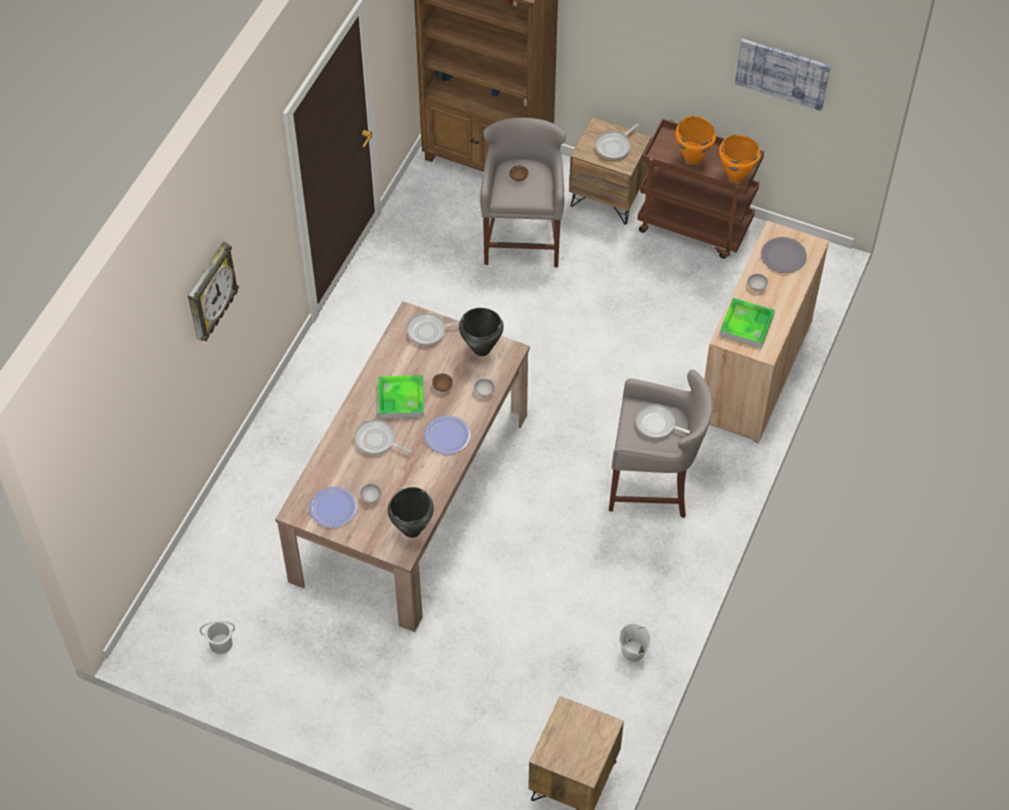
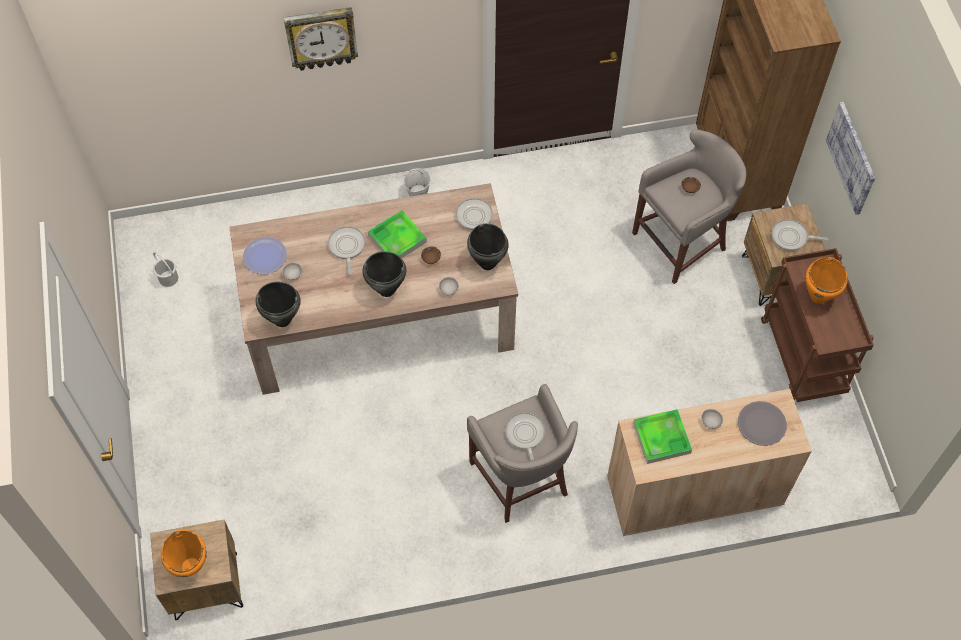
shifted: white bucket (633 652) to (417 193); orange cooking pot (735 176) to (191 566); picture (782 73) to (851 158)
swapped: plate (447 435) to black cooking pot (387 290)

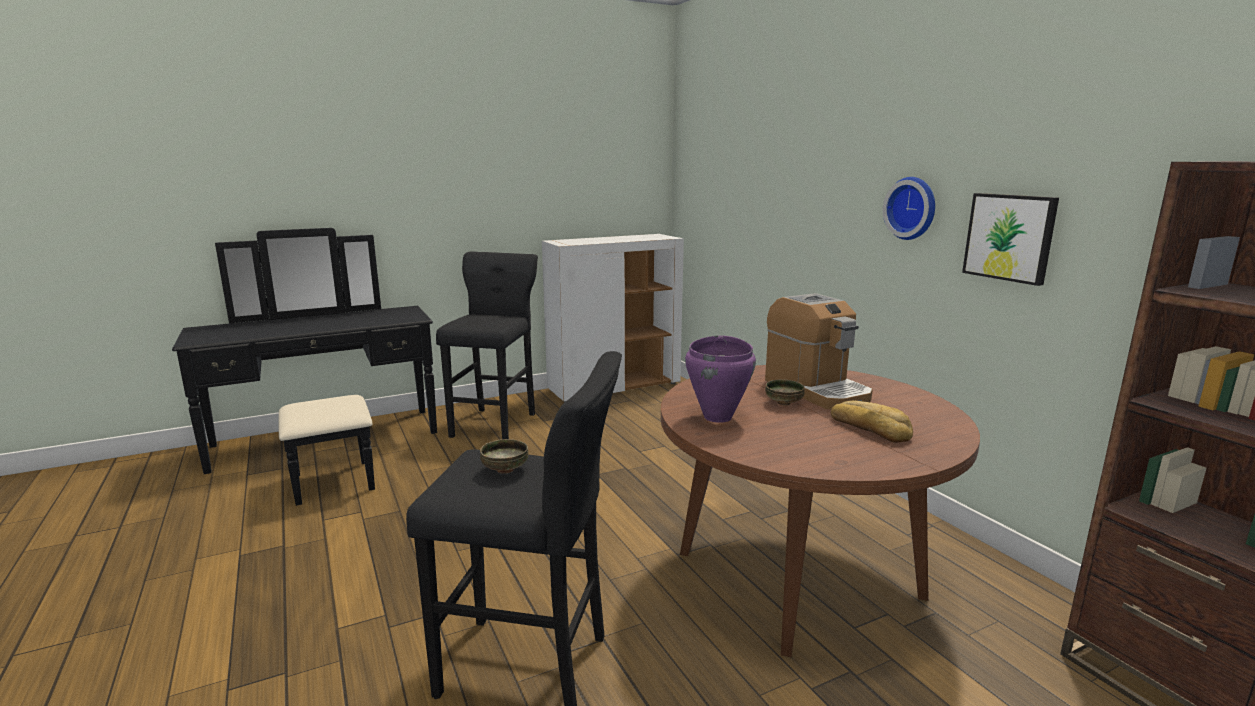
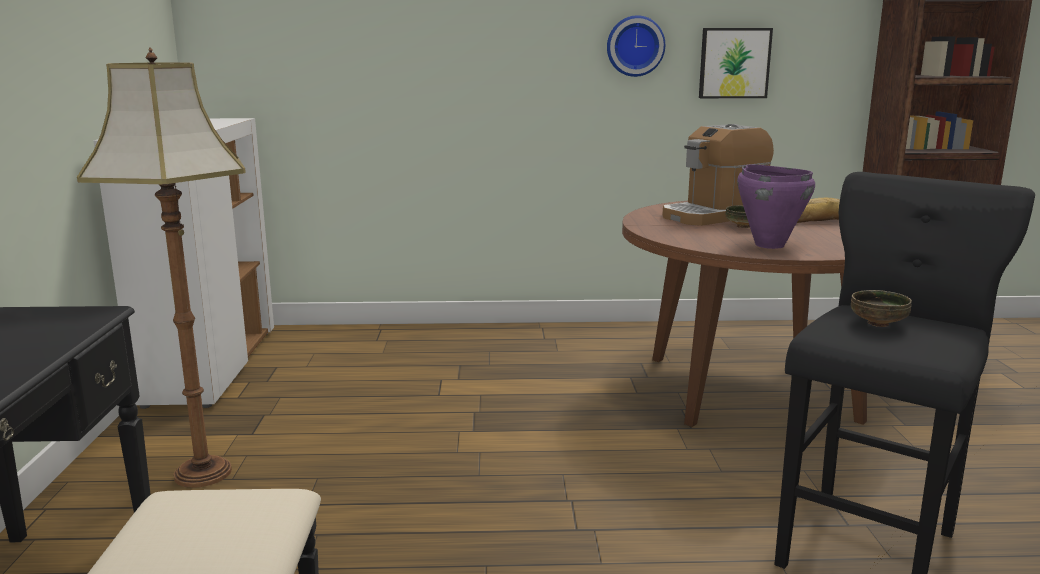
swapped: black stool (495 423) to floor lamp (201 472)
rotated: coffee machine (816 390) = (713 215) 150 degrees clockwise

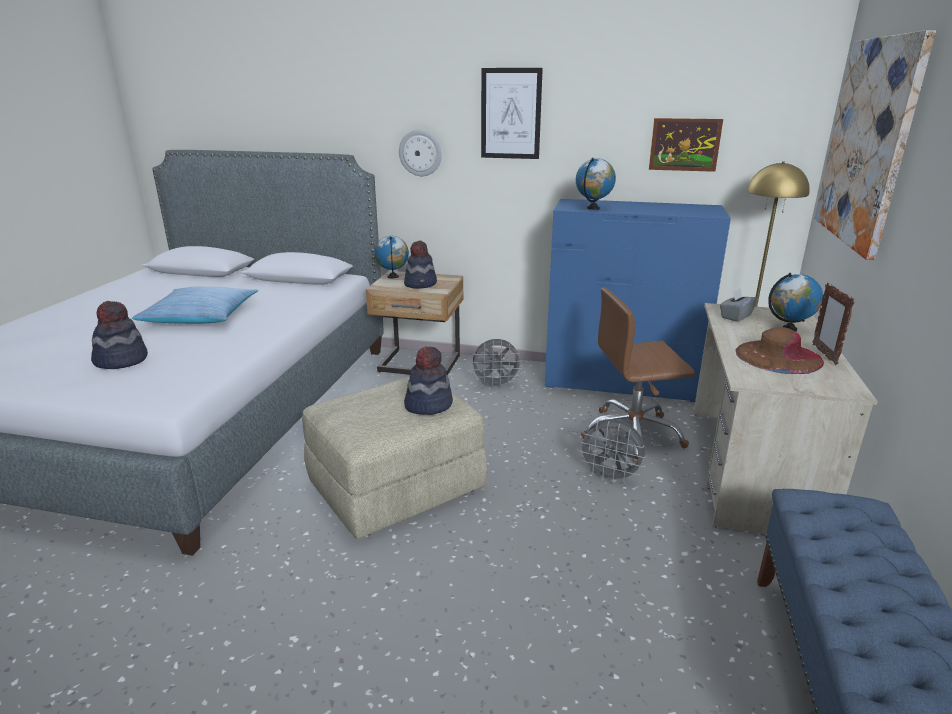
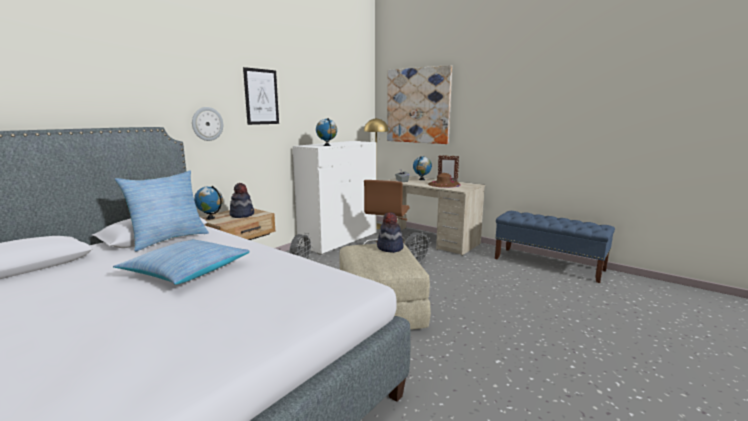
gone: hat (121 360); picture (684 144)
new: pillow (168 239)
repainted: blue dresser (620 382) to white dresser (339 240)

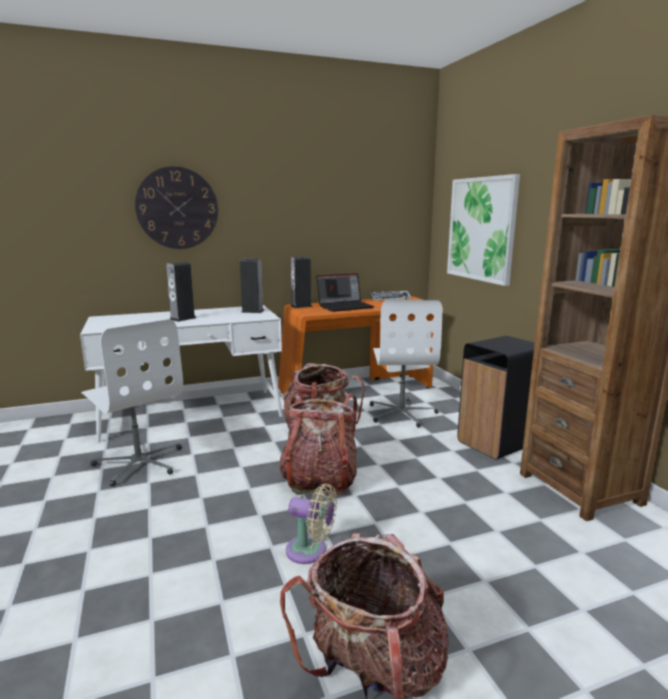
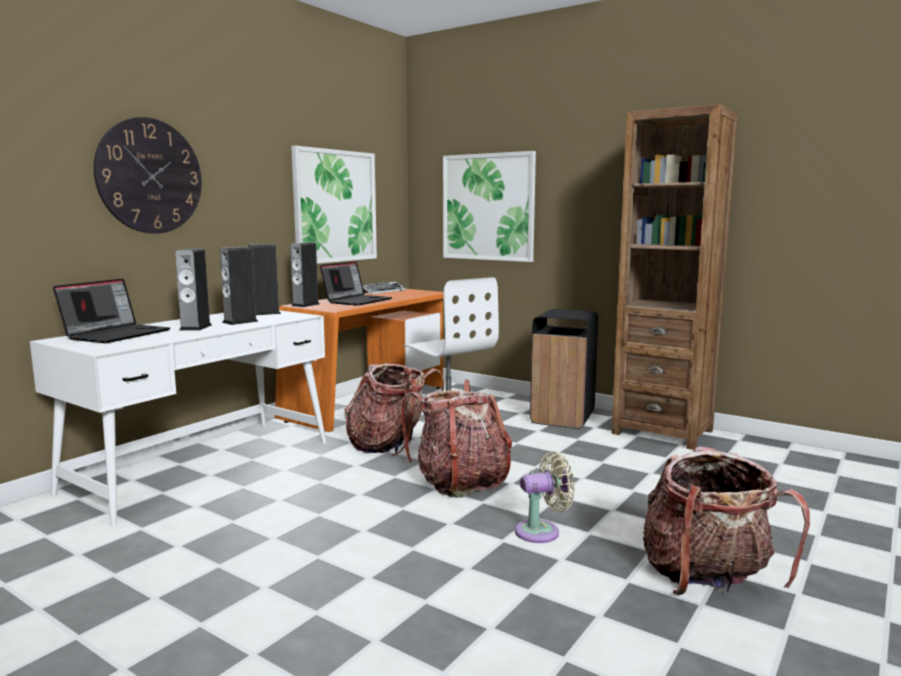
gone: white office chair (139 462)
new: laptop (117 334); speaker (240 322); picture (335 206)

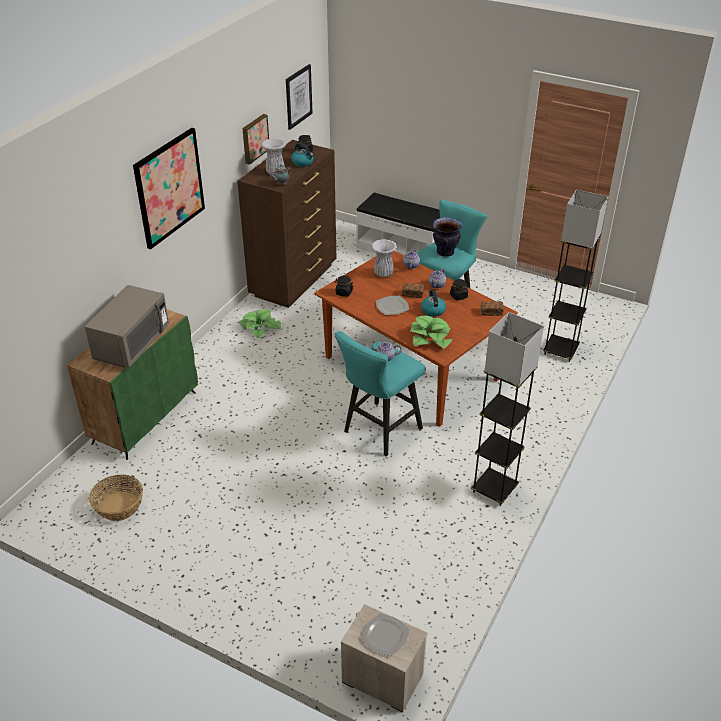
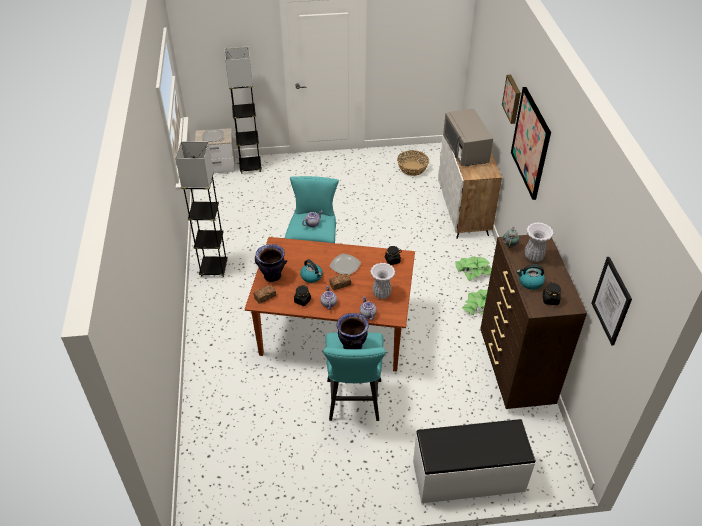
new: vase (272 276)
shifted: picture (254 138) to (513 99); potted plant (430 338) to (473 270); grey floor lamp (560 350) to (250 167)
repainted: green cabinet (145 417) to white cabinet (463 211)

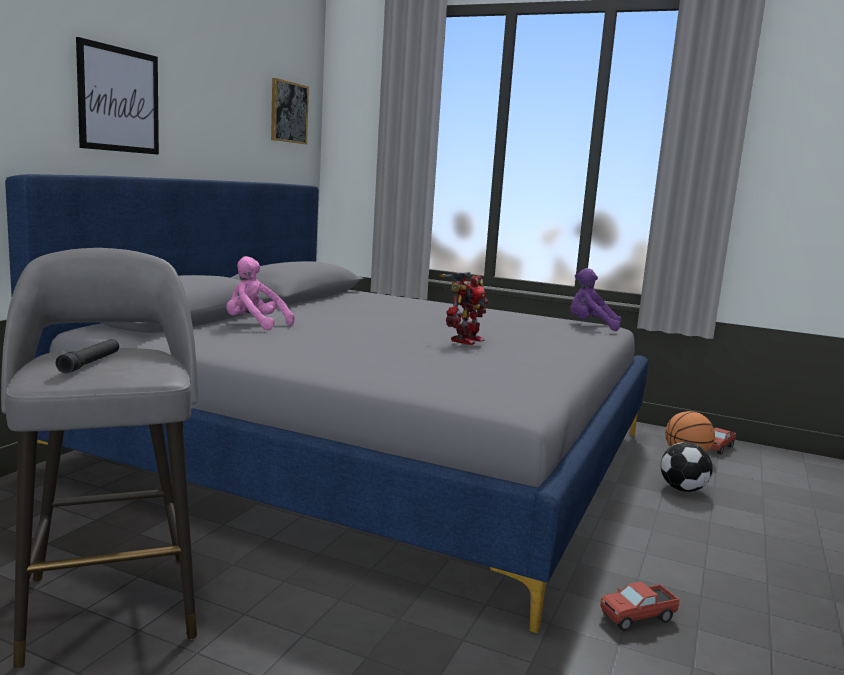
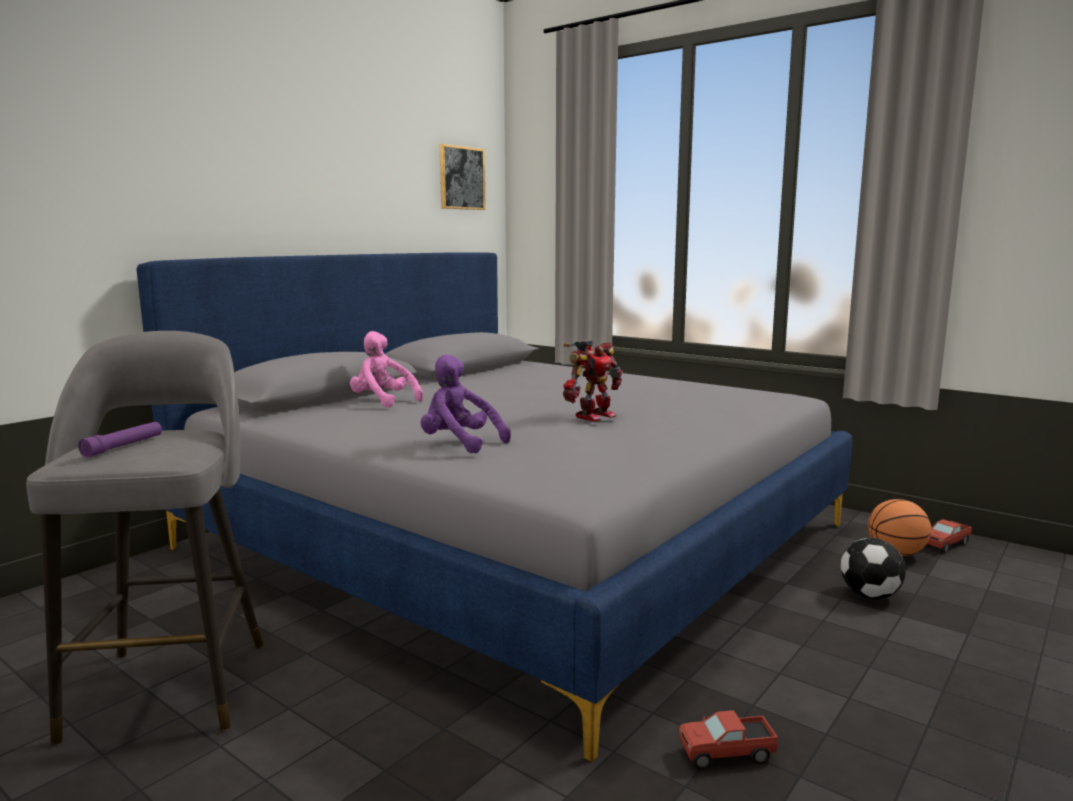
gone: picture (119 100)
shifted: purple plush toy (591 326) to (459 444)
repainted: black flashlight (90 363) to purple flashlight (124 446)

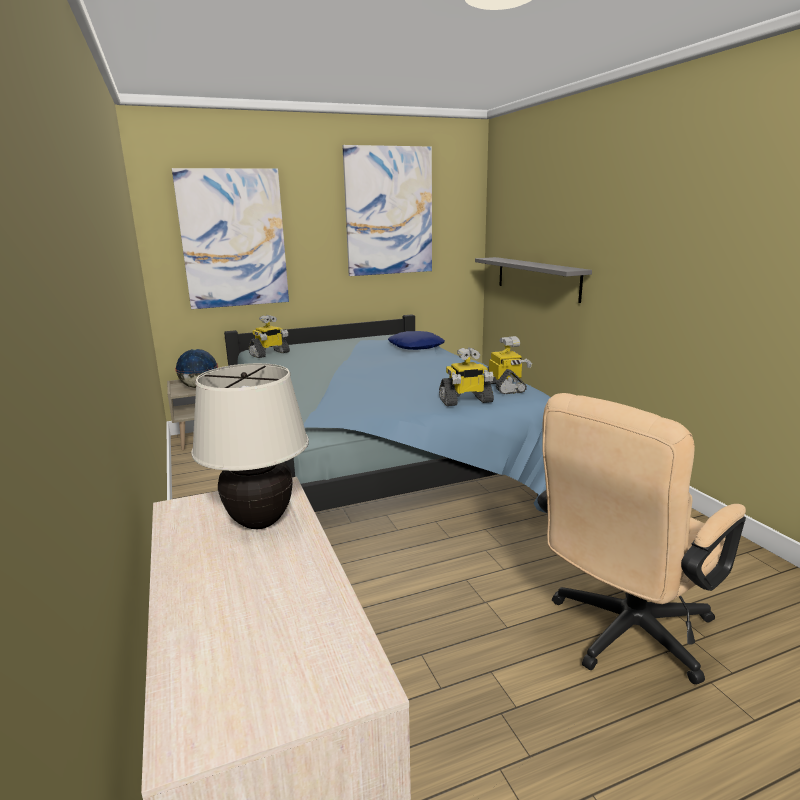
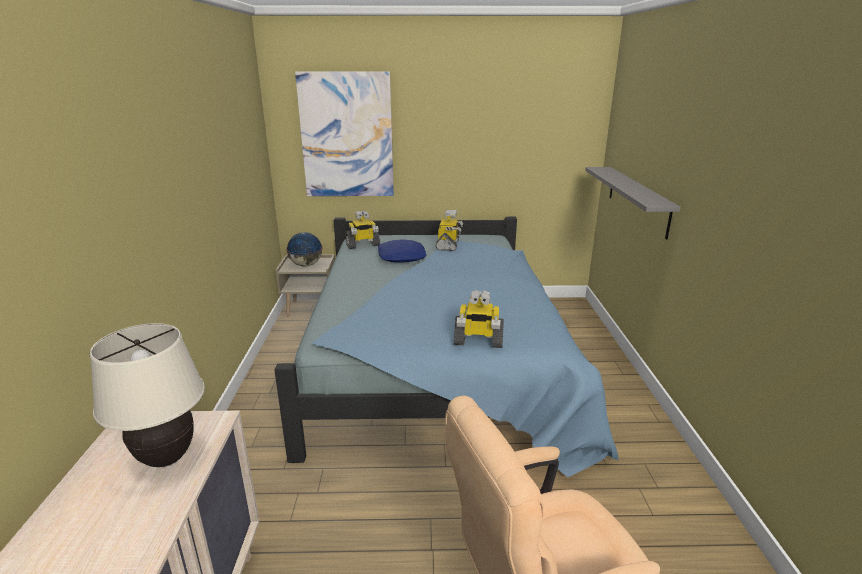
gone: picture (389 211)
shifted: blue pillow (416 346) to (402 257); toy robot (505 387) to (448 245)

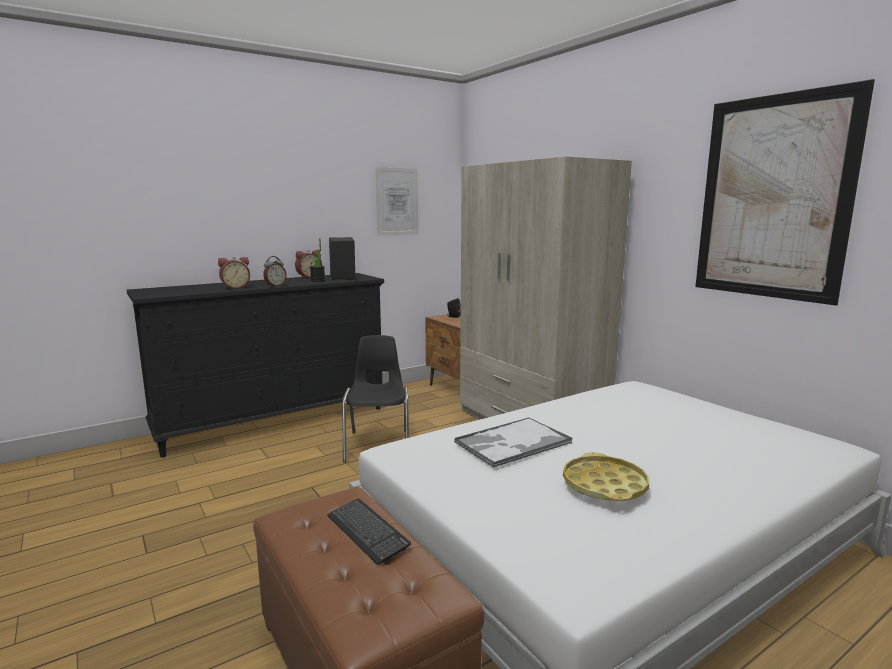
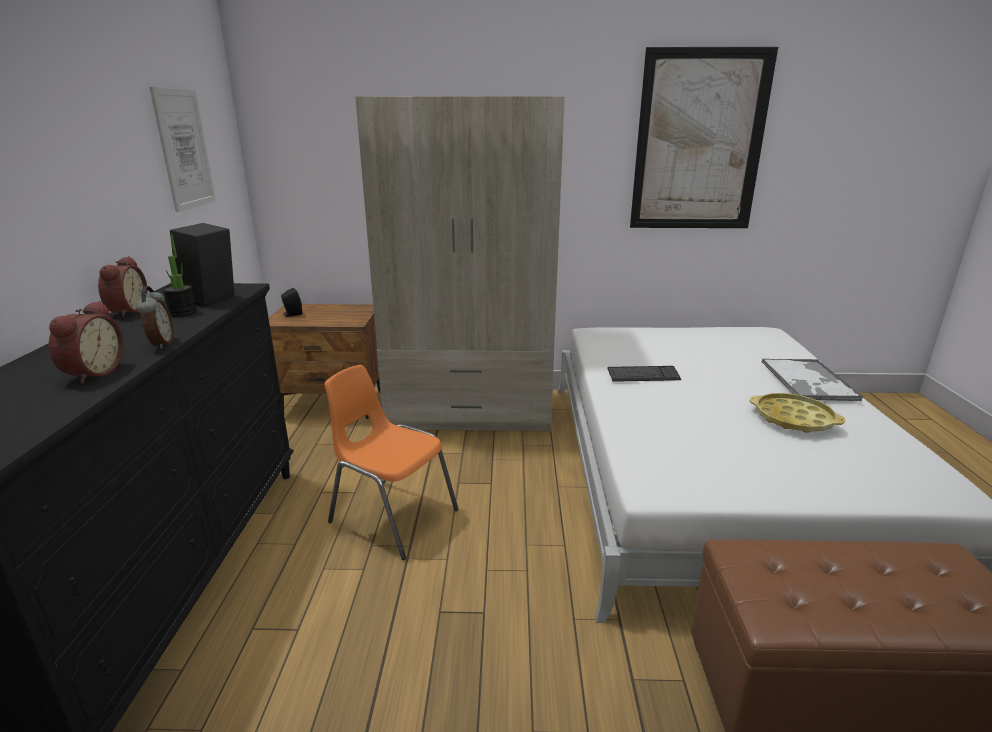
shifted: keyboard (367 532) to (643 375); tray (512 443) to (808 381)
repainted: black chair (378 445) to orange chair (392 516)

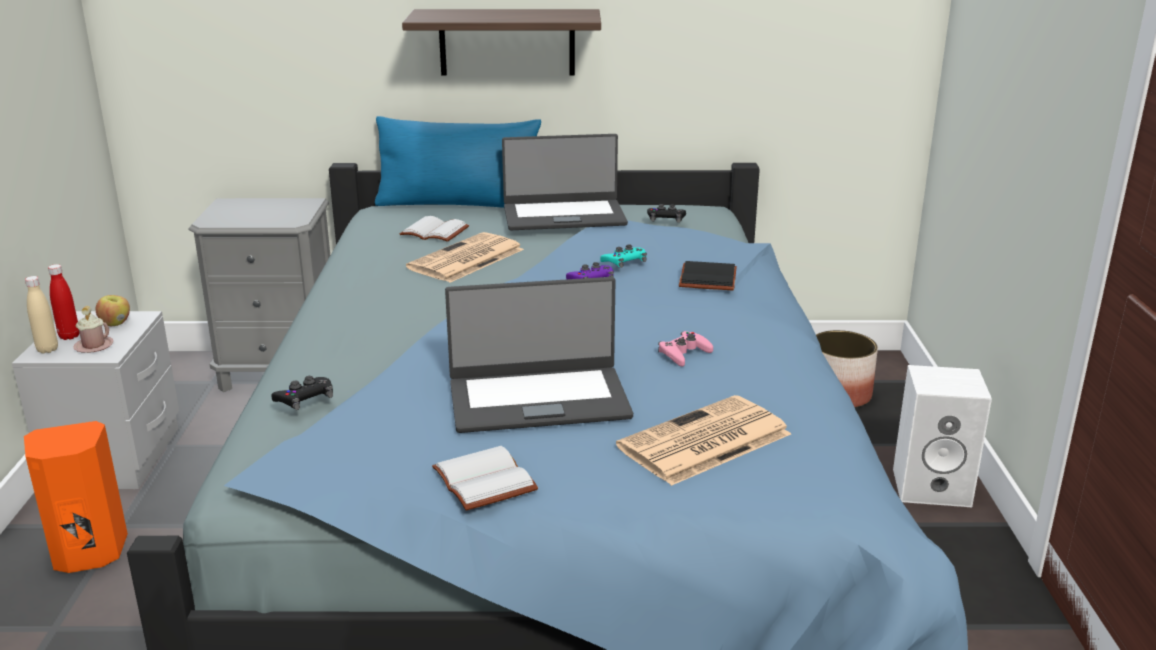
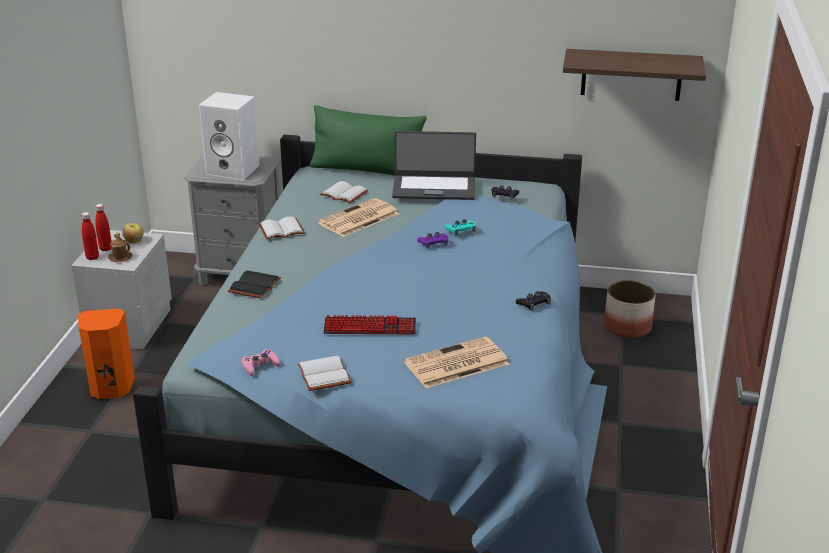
new: white book (282 229)
shifted: black game controller (304 398) to (534 304); shelf (507 42) to (631 74); pink game controller (684 354) to (260 365); black book (706 278) to (253 285); white speaker (933 487) to (234 169)
swapped: laptop (538 399) to keyboard (370 327)
repainted: beige bottle (47 349) to red bottle (92 257); pink mug (94 346) to brown mug (120 257); blue pillow (459 204) to green pillow (367 170)

